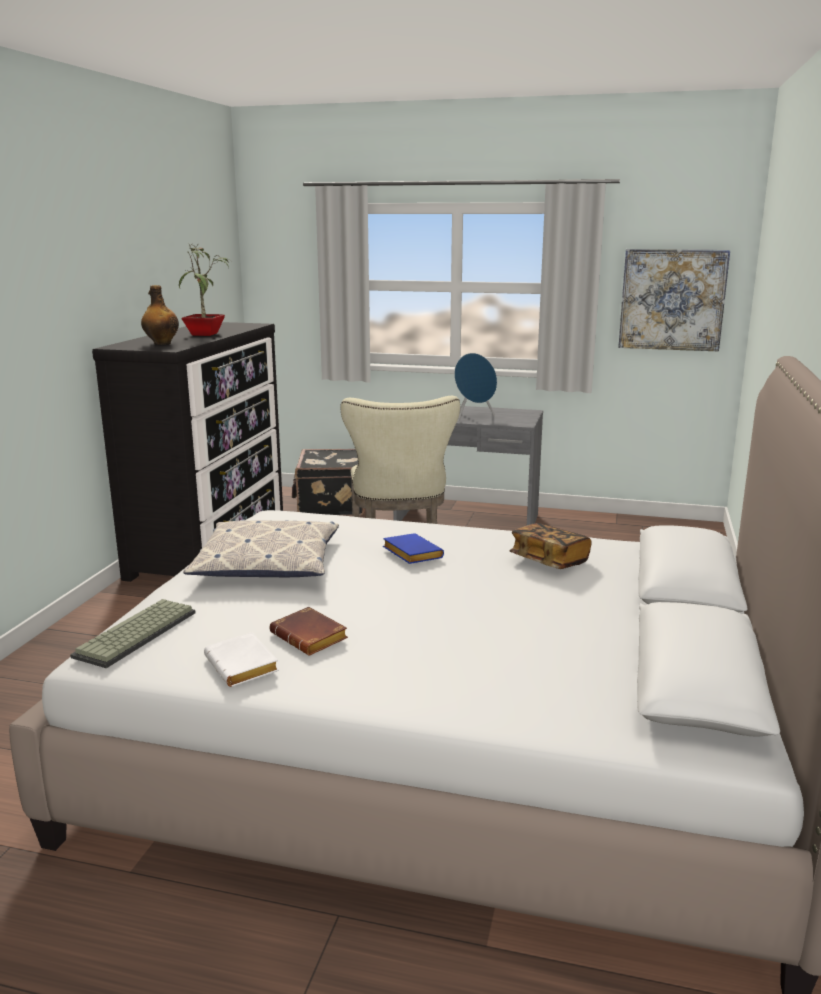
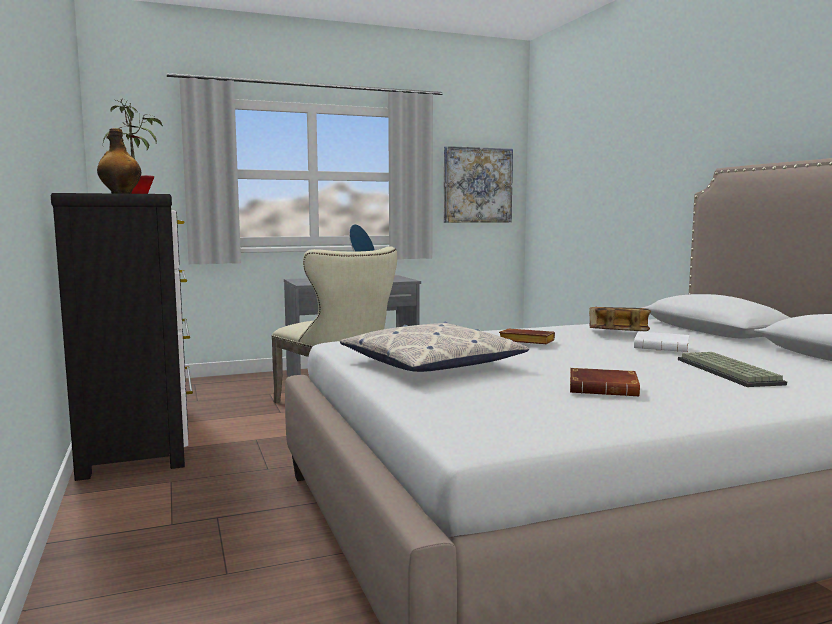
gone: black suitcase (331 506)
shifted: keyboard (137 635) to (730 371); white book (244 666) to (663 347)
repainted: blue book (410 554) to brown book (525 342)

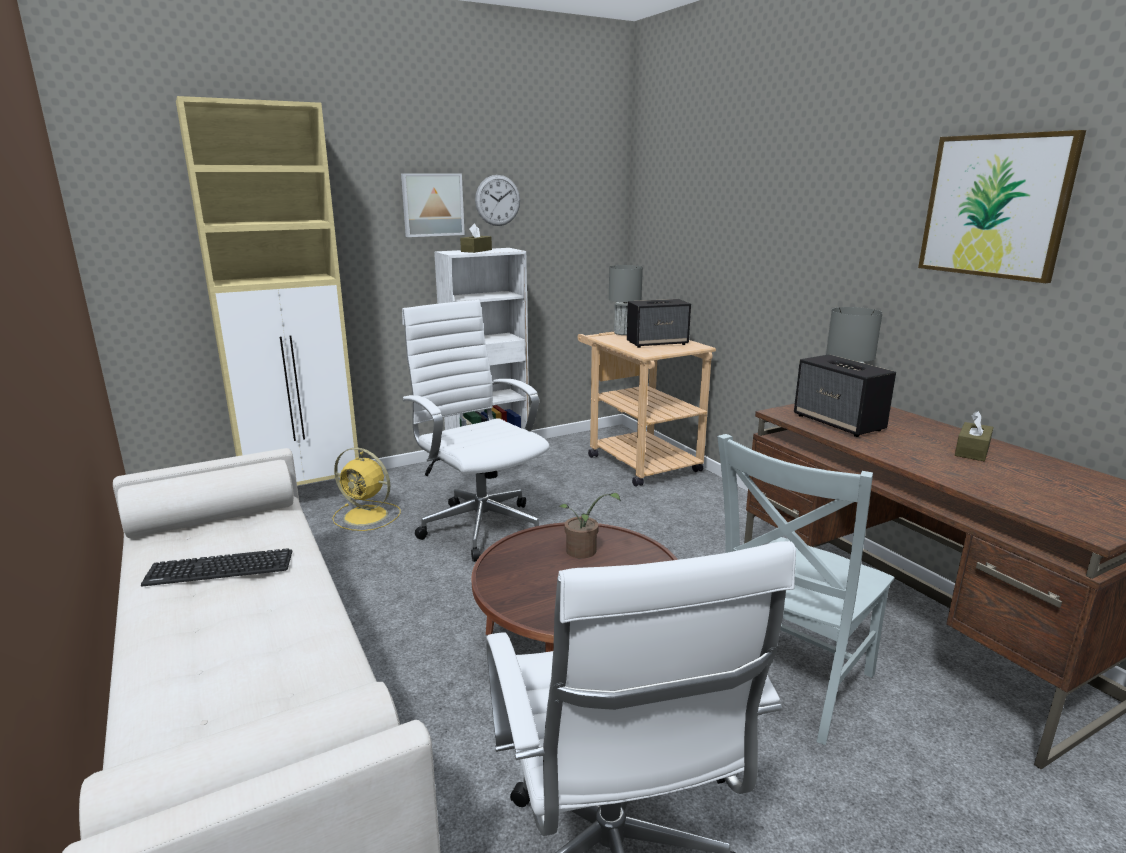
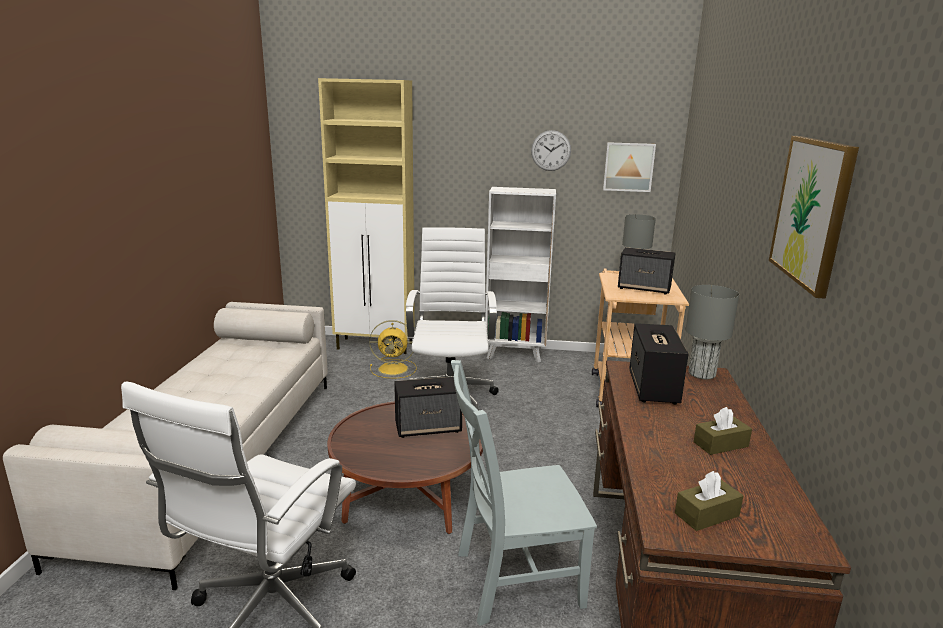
gone: keyboard (220 569)
shifted: picture (432 205) to (628 167); brown tissue box (476 250) to (706 514)
swapped: potted plant (584 553) to speaker (428 427)
rotated: yellow fan (367 516) = (394 369) 60 degrees counterclockwise

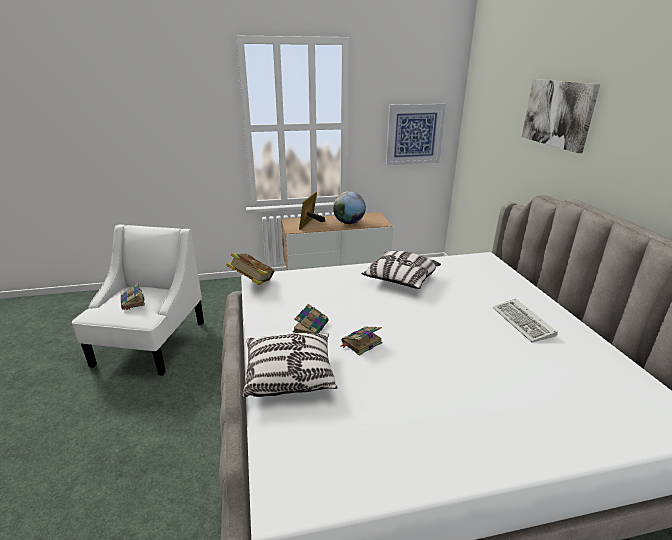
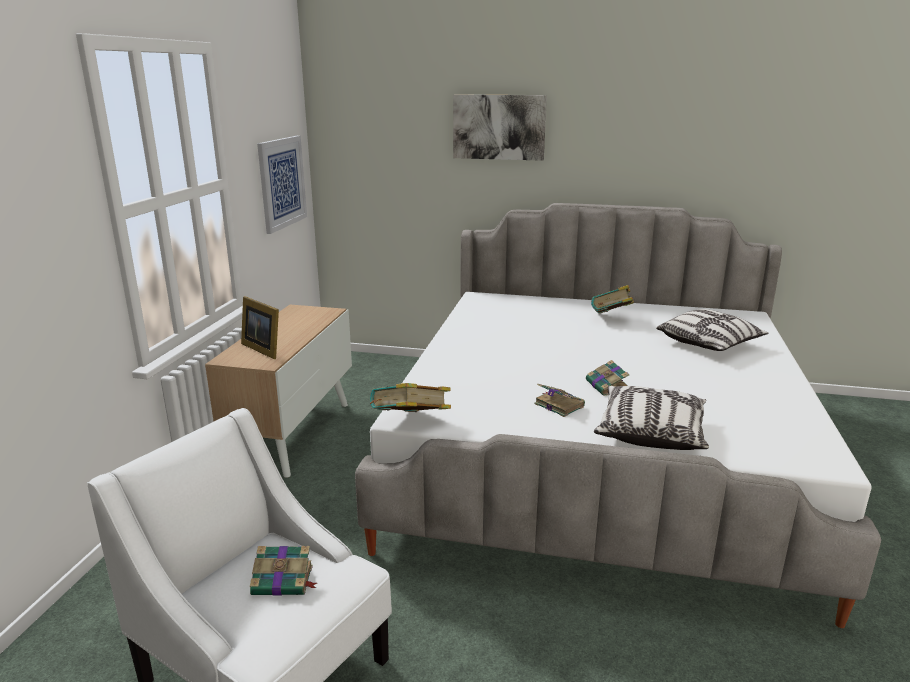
gone: globe (348 223)
shifted: pillow (400 279) to (709 344)
swapped: keyboard (524 323) to book (611 318)

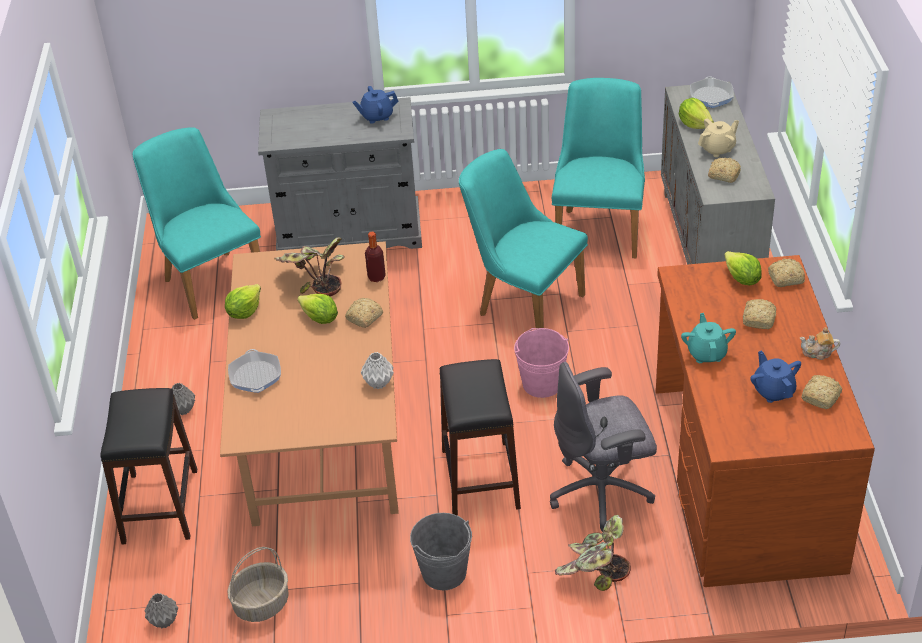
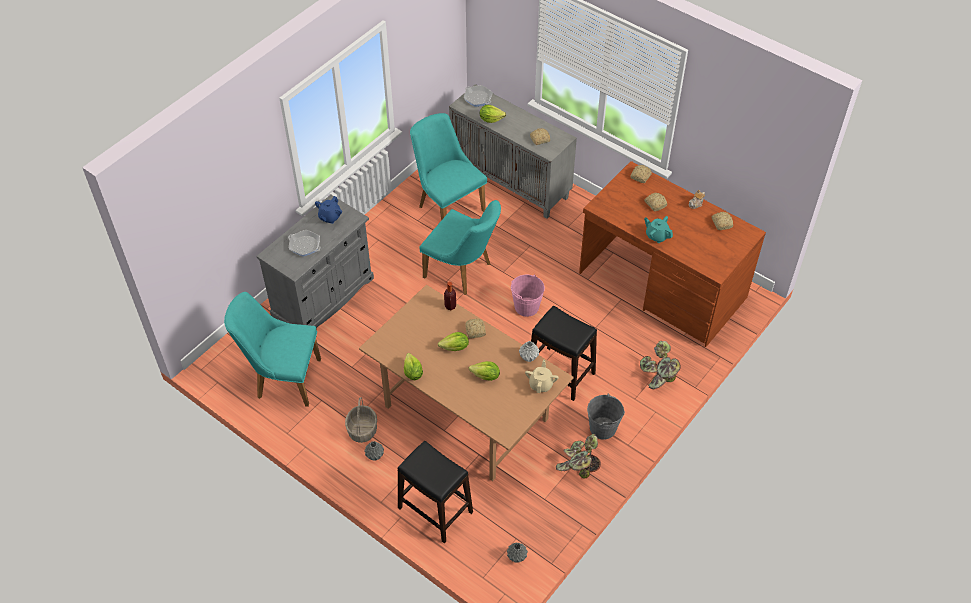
gone: grey office chair (602 492); blue teapot (773 391)
shifted: basket (262 603) to (362 430); frying pan (255 376) to (305 245); potted plant (313 280) to (577 465); beige teapot (717 149) to (541 384); lettuce (741 279) to (486 376)
rotated: turquoise chair (522 302) = (463 272) 135 degrees counterclockwise

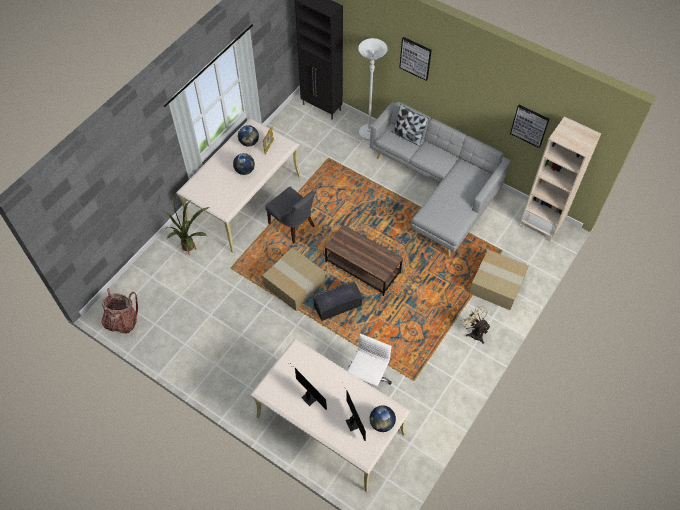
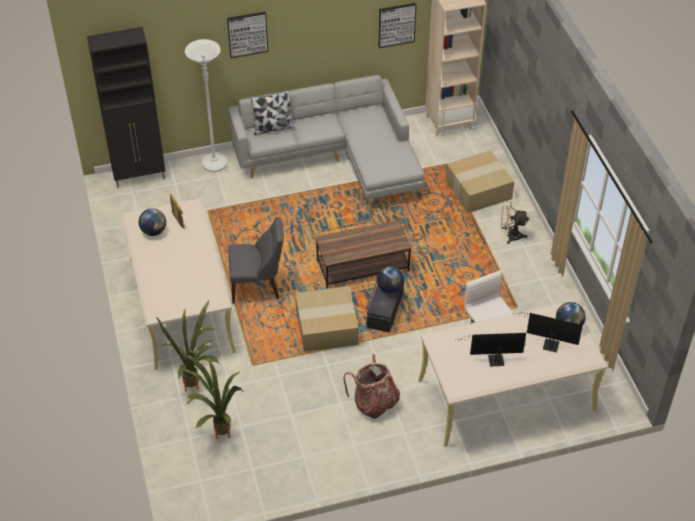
new: potted plant (217 432)
shifted: backpack (122 321) to (374 403); globe (245 170) to (390 288)

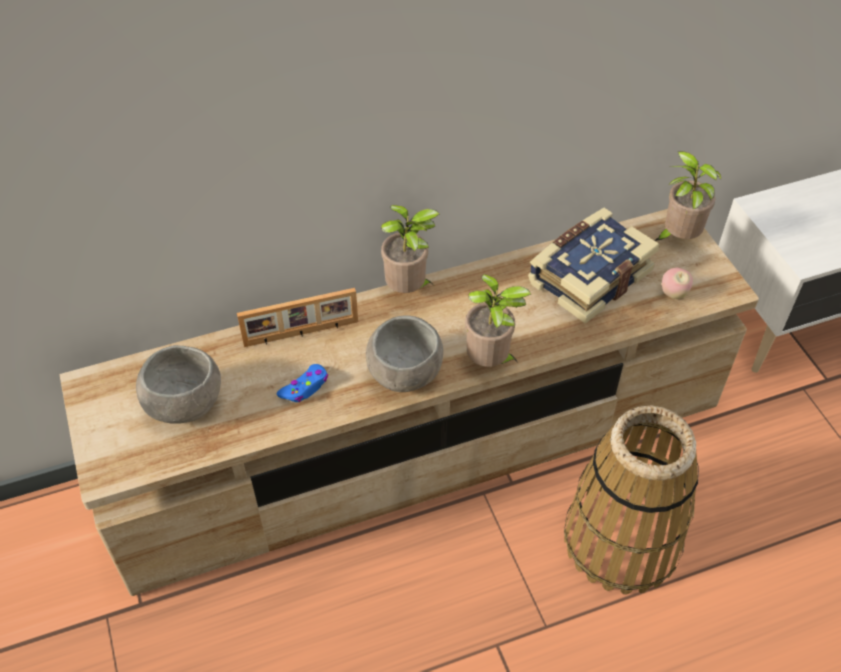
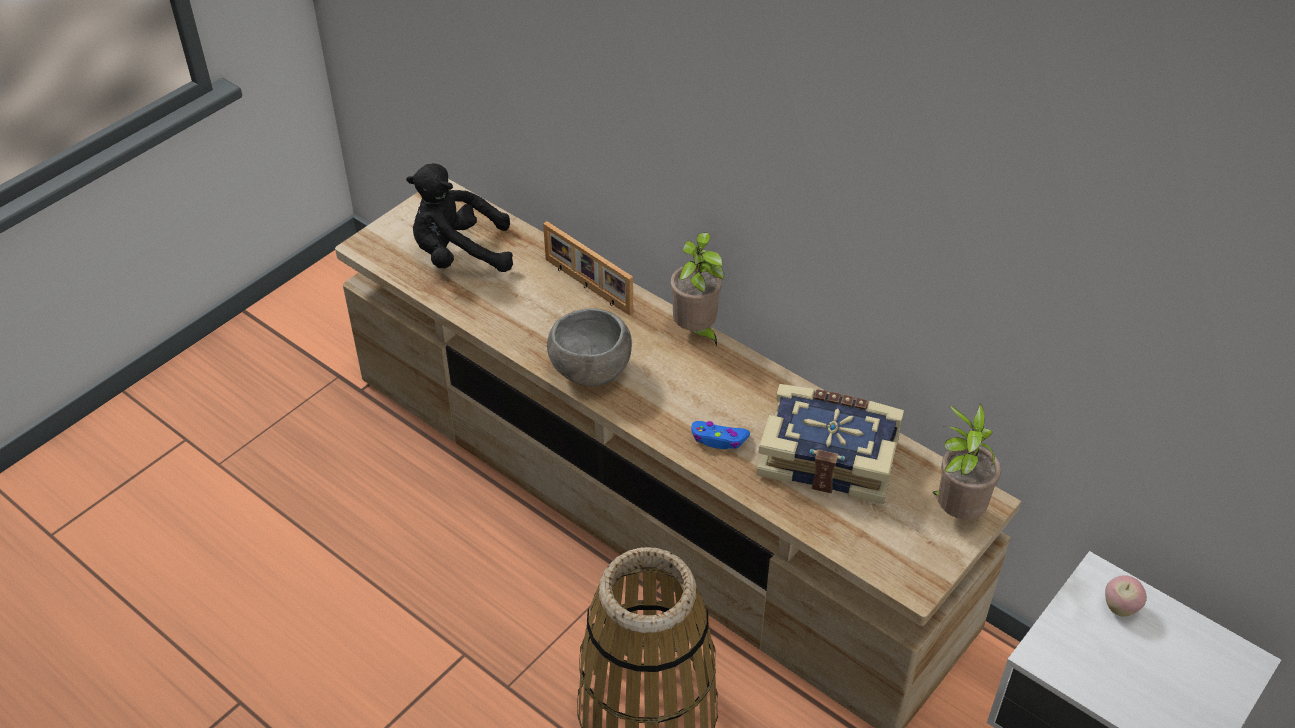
gone: potted plant (490 362)
shifted: blue game controller (305 388) to (719 439); apple (673 294) to (1120 608)
swapped: grey bowl (183 405) to black plush toy (459 255)

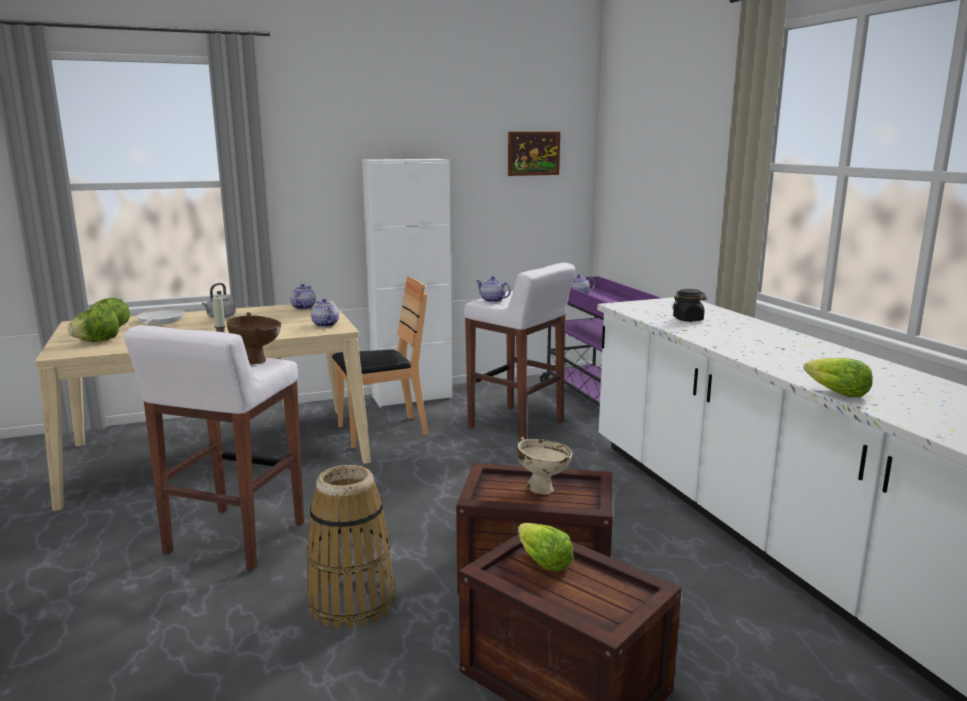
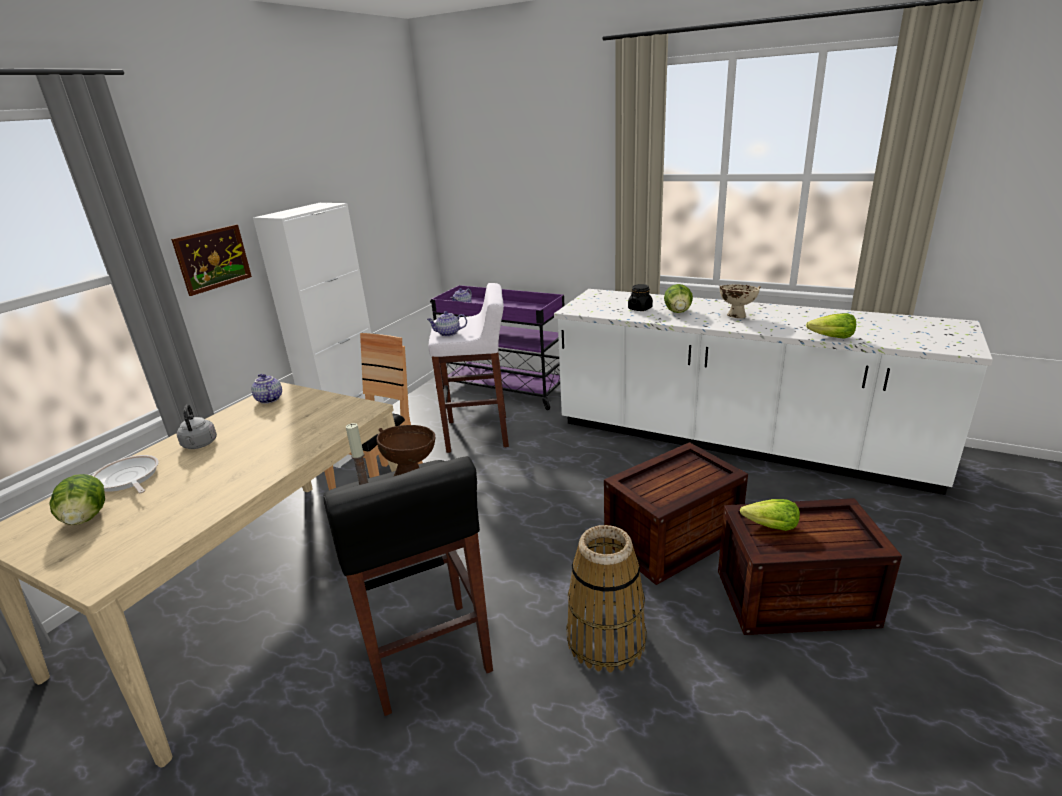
gone: teapot (324 325)
shifted: lettuce (97 341) to (678 312); picture (533 153) to (213 259); beige bowl (542 488) to (736 316)
repainted: white stool (234 539) to black stool (426 657)

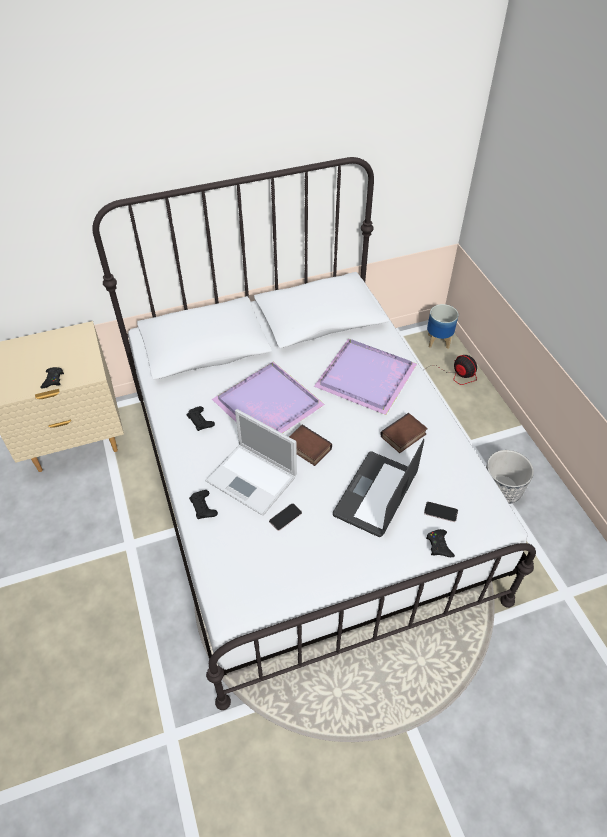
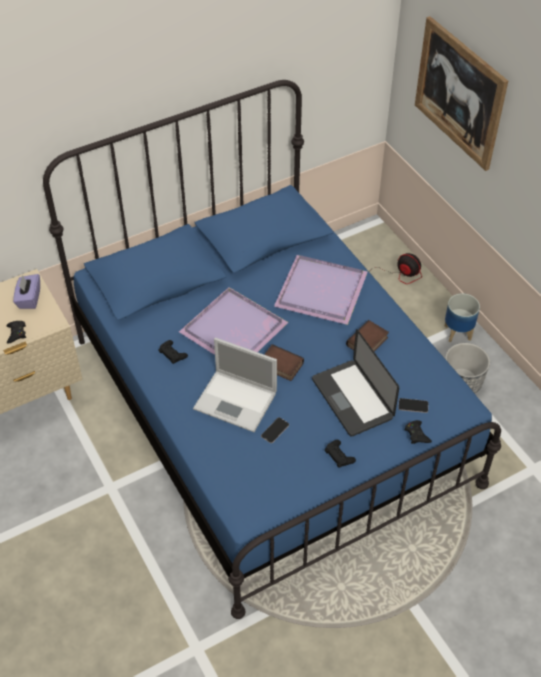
new: purple tissue box (29 299); picture (459 93)
shifted: black game controller (203 507) to (339 456); planter (438 341) to (457 332)
repainted: white bed (303 488) to blue bed (270 409)
rotated: laptop (375 494) = (352 399) 45 degrees counterclockwise

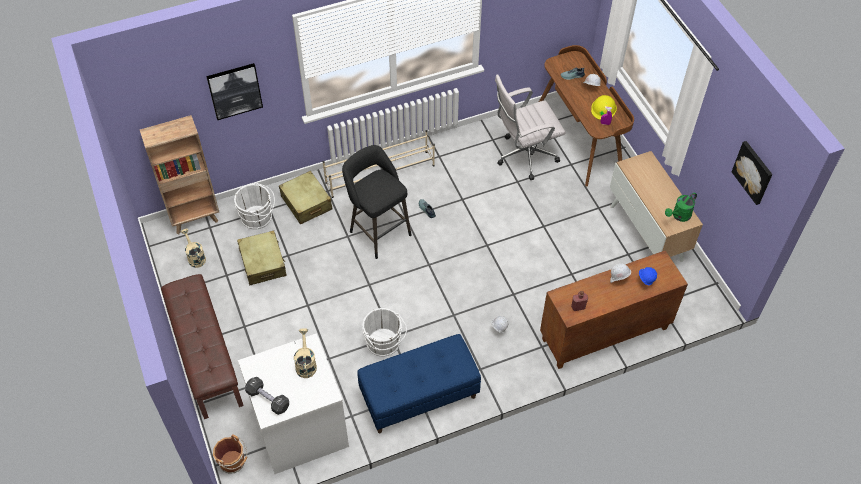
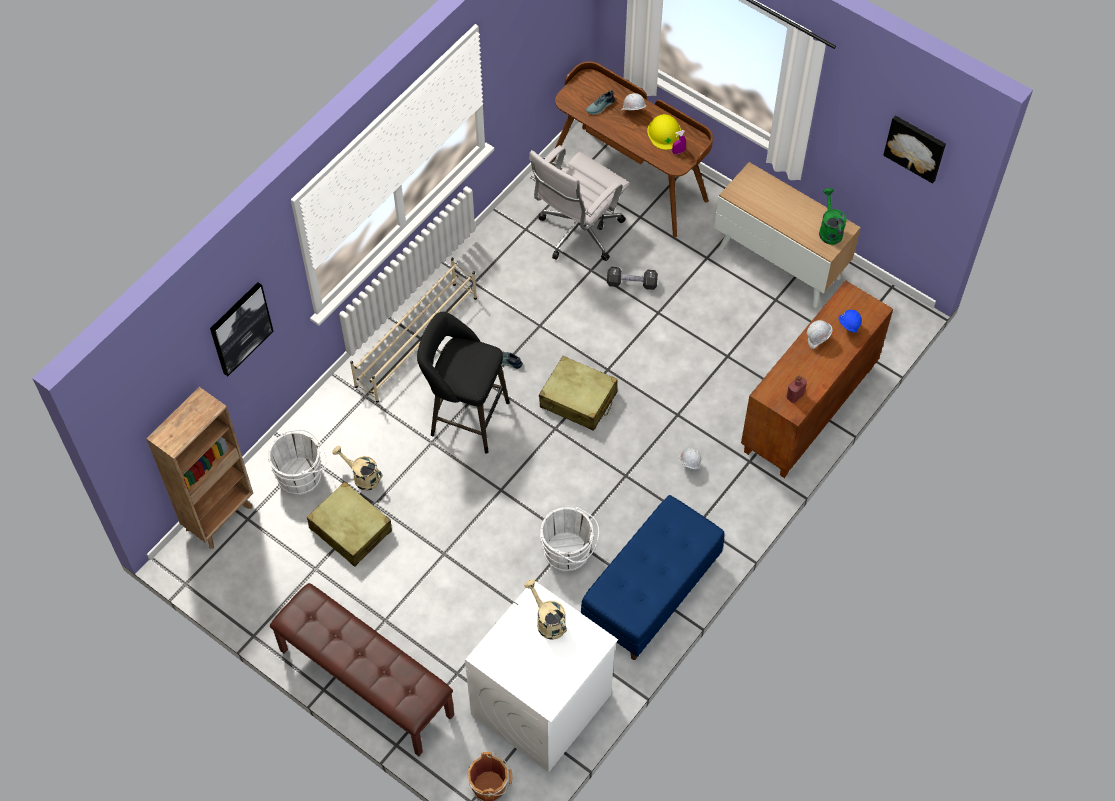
shifted: beige watering can (195 257) to (362 477); black dumbbell (268 399) to (632 283); beige suitcase (306 203) to (578 400)
rotated: green watering can (679 216) = (829 230) 150 degrees clockwise

